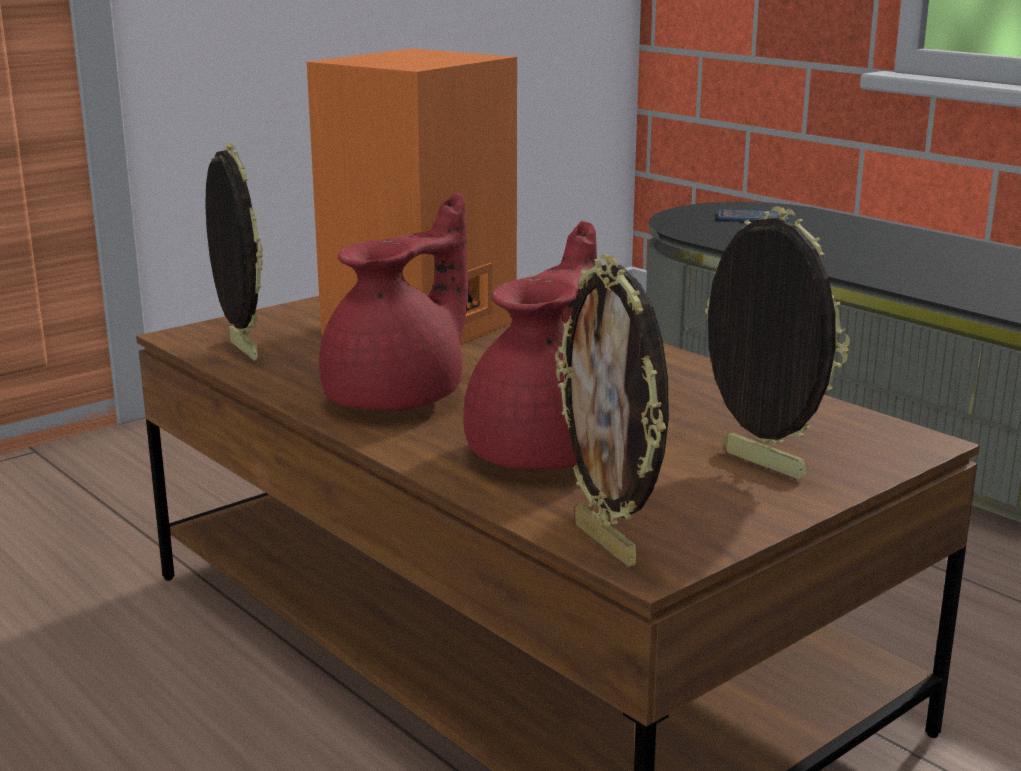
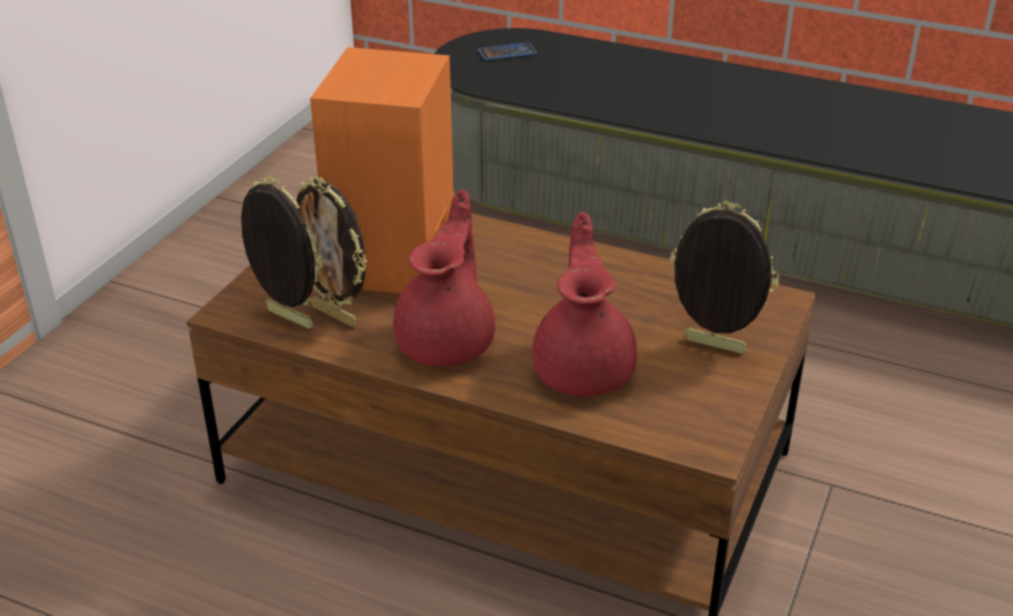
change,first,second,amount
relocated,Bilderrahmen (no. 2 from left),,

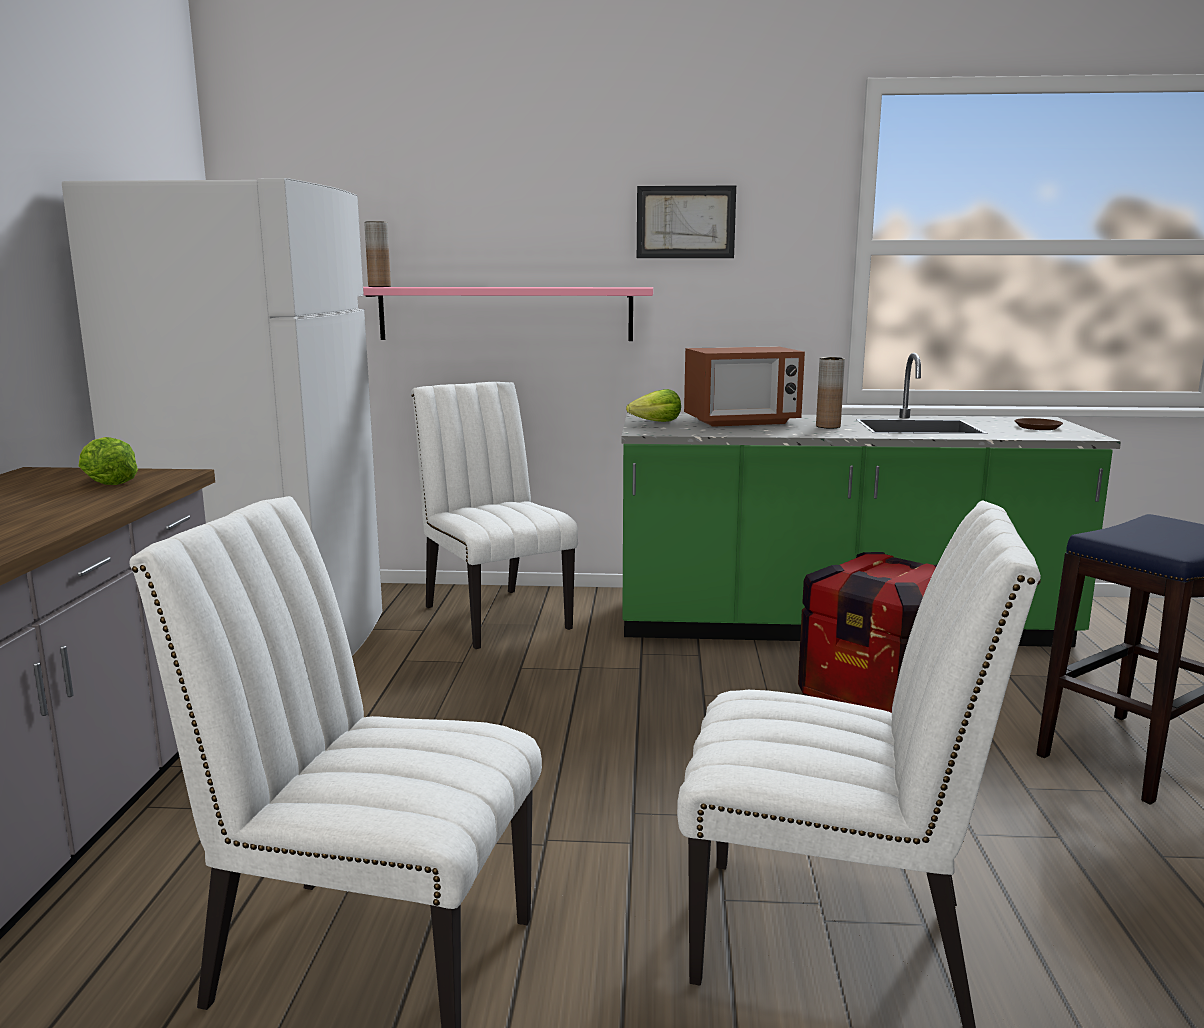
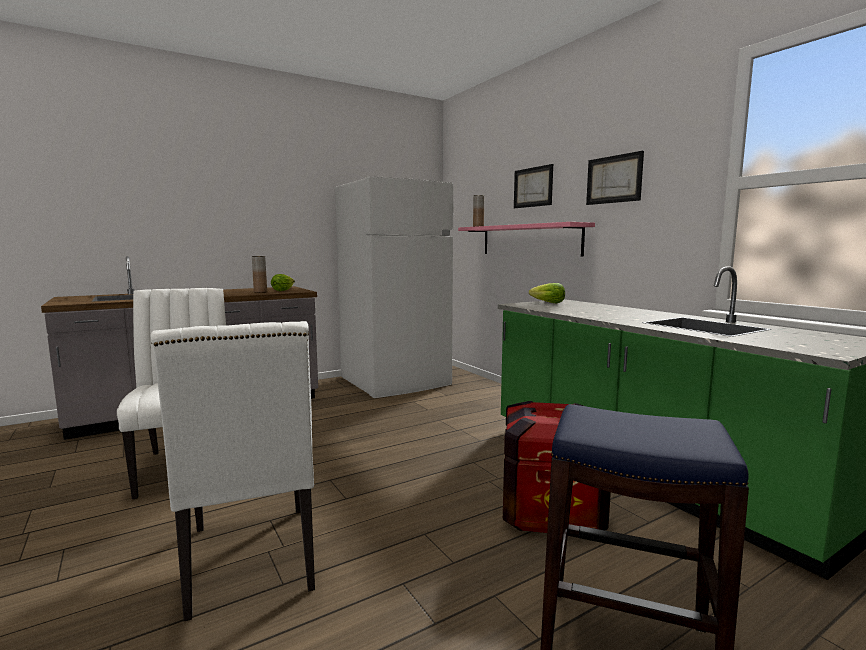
change,first,second,amount
missing,Mikrowelle,,
relocated,Vase (braun) (no. 2 from left in the first image),Vase (braun) (no. 1 from left),
missing,Stuhl (weiß) (no. 2 from left),,
missing,Teller (braun),,
appeared,,Bild (no. 1 from left),

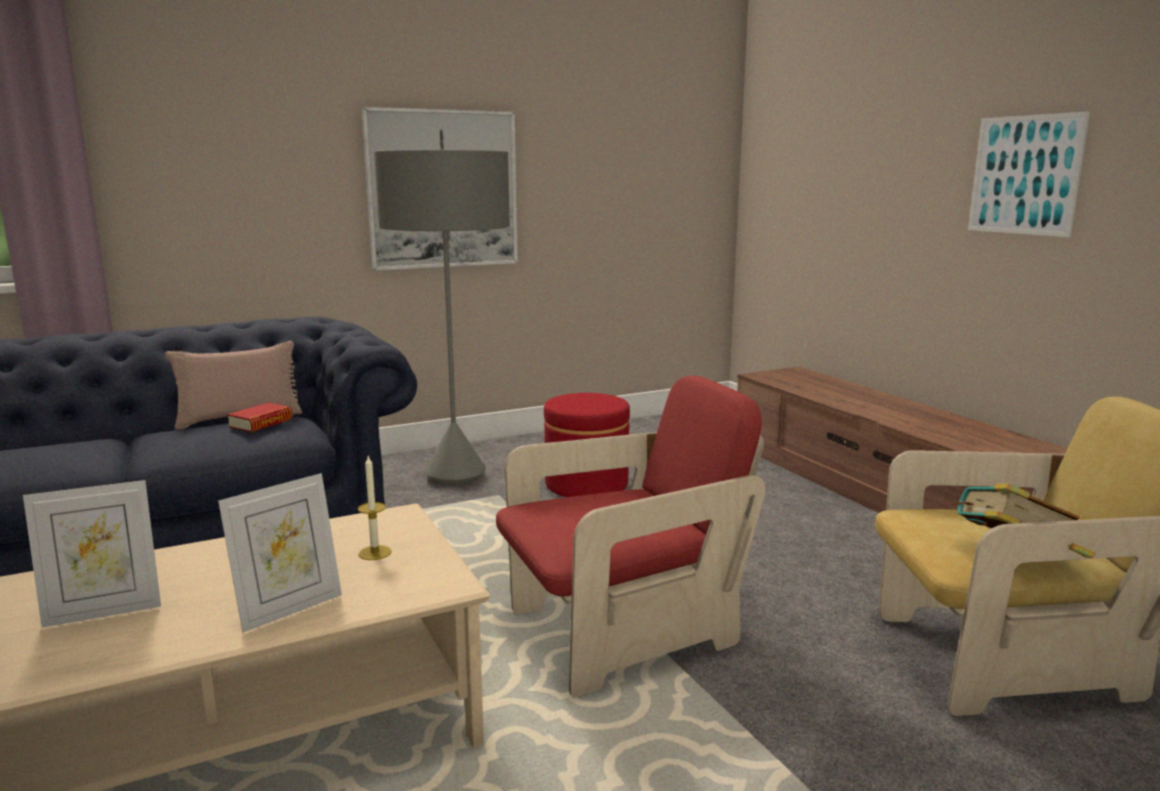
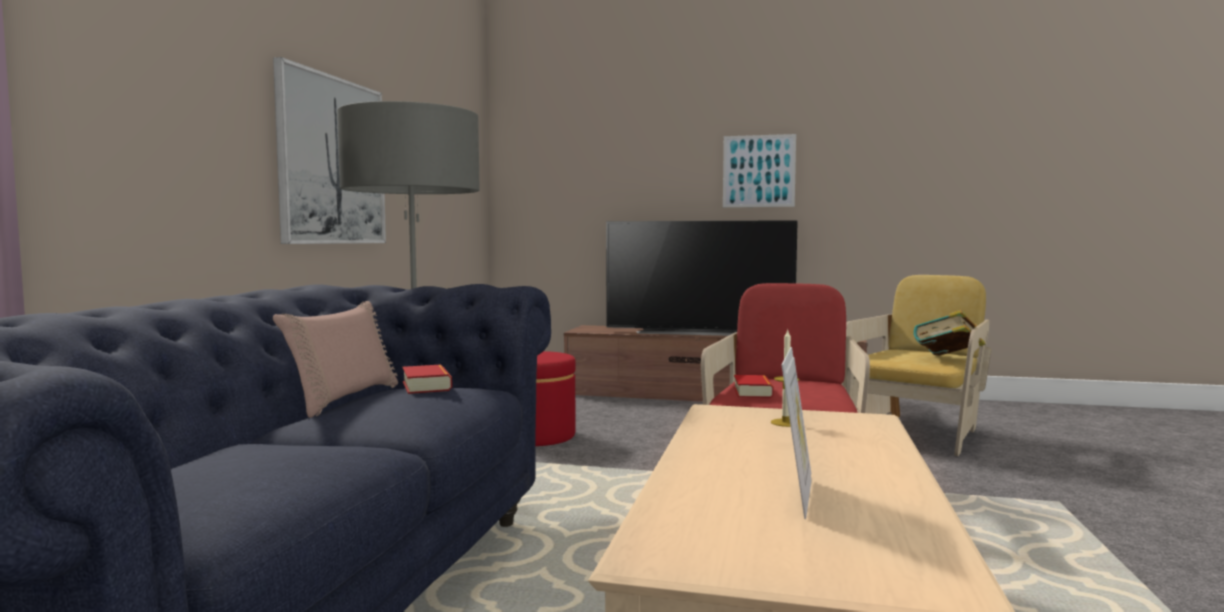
change,first,second,amount
missing,Bilderrahmen (no. 2 from left),,
appeared,,Fernseher,
appeared,,Buch (no. 2 from left),

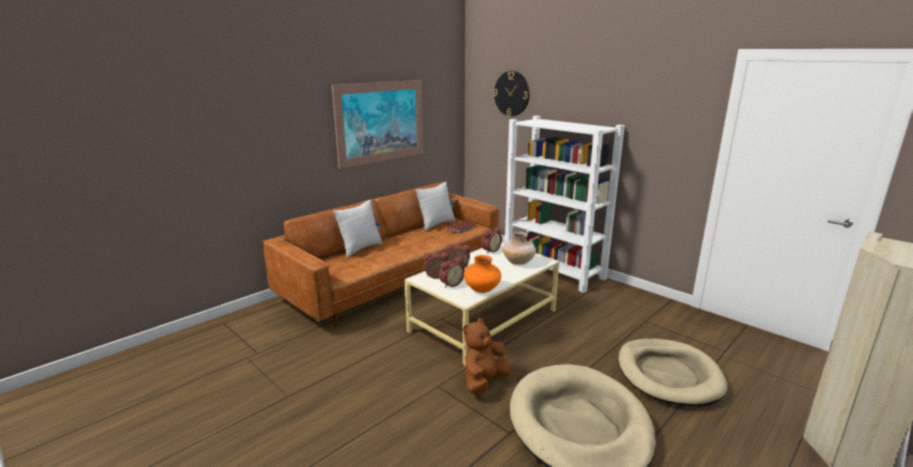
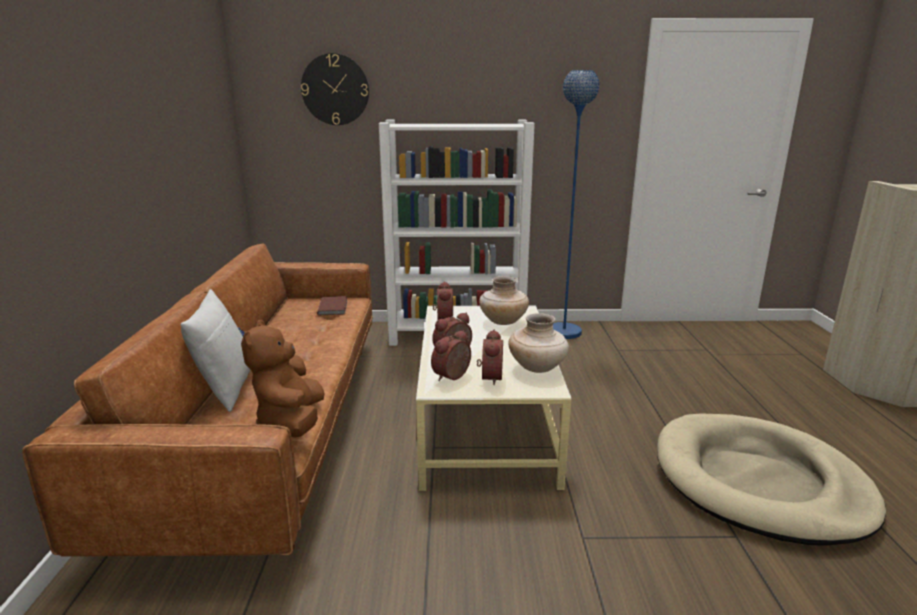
change,first,second,amount
missing,Bild,,
missing,Kissen (grau) (no. 2 from left),,
colour,Vase (orange),Vase (beige) (no. 2 from left),
relocated,Plüschtier (braun),,
missing,Hundebett (beige) (no. 2 from left),,
appeared,,Stehlampe (blau),

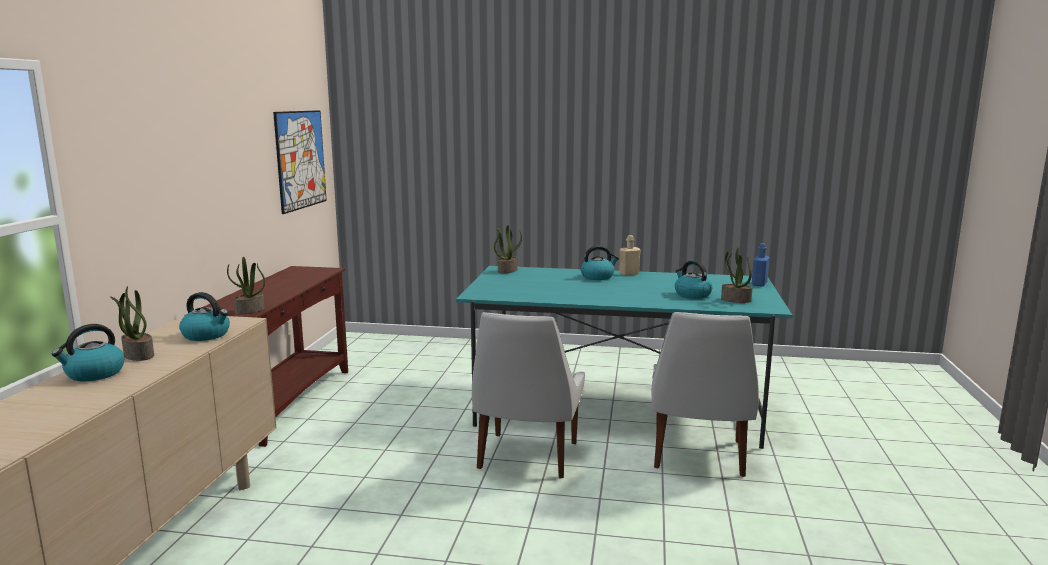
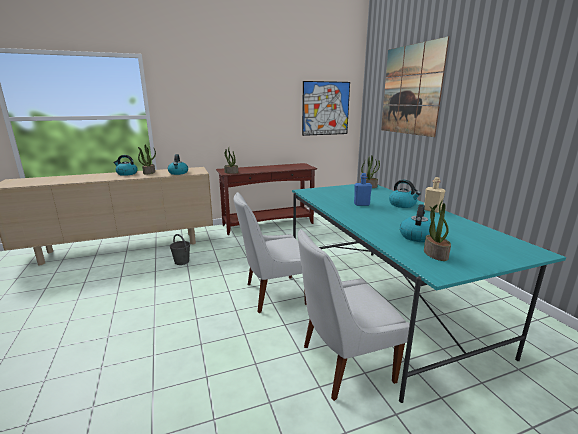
change,first,second,amount
relocated,Flasche (blau),,
appeared,,Bild (no. 2 from left),
appeared,,Eimer (grau),

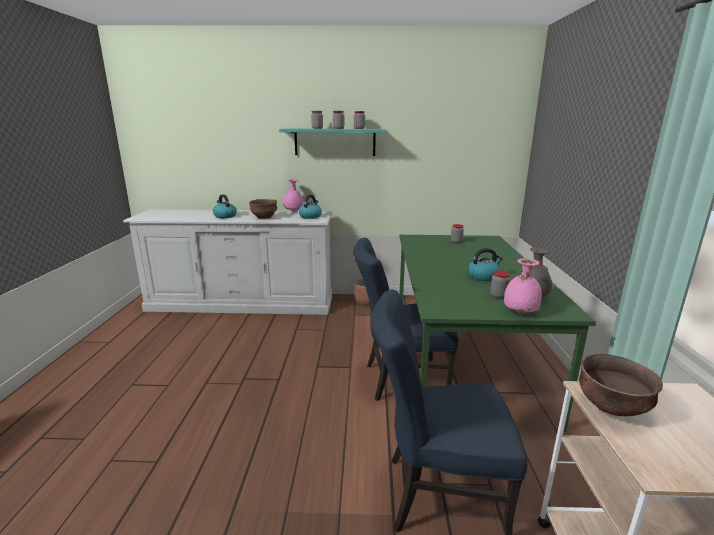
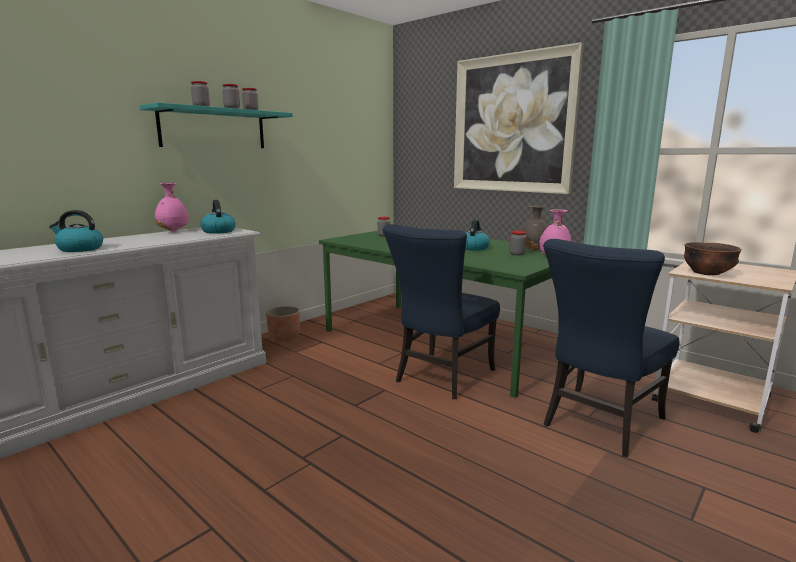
change,first,second,amount
missing,Schüssel (braun) (no. 1 from left),,
appeared,,Bild,

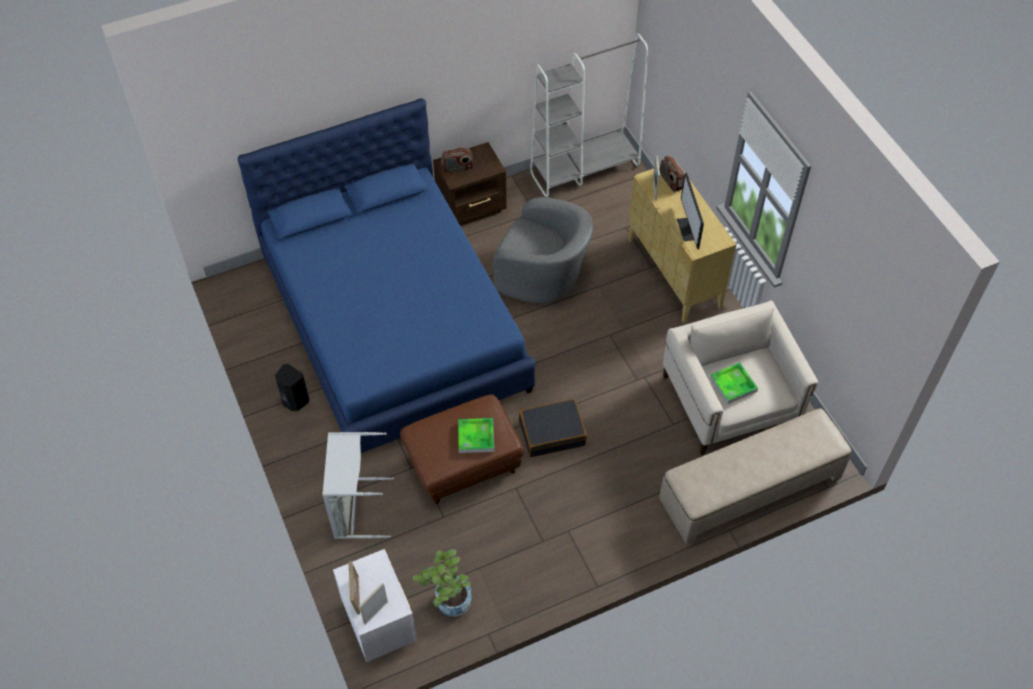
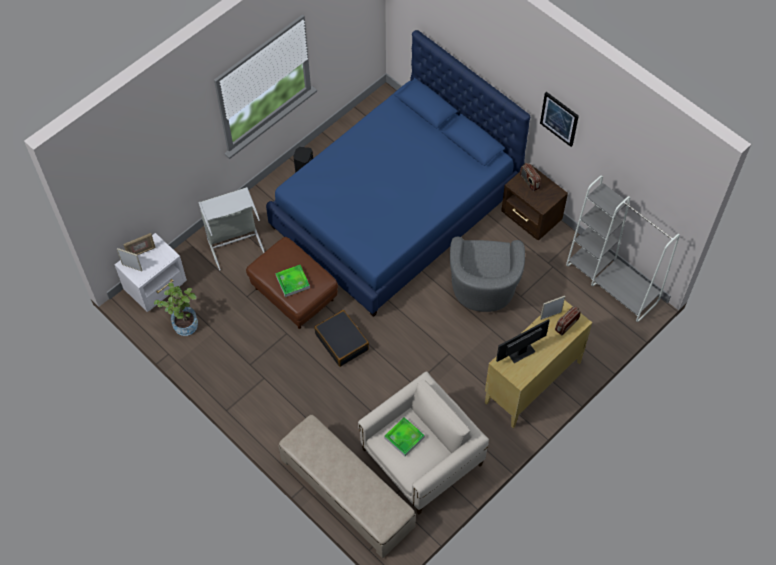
change,first,second,amount
appeared,,Bild,

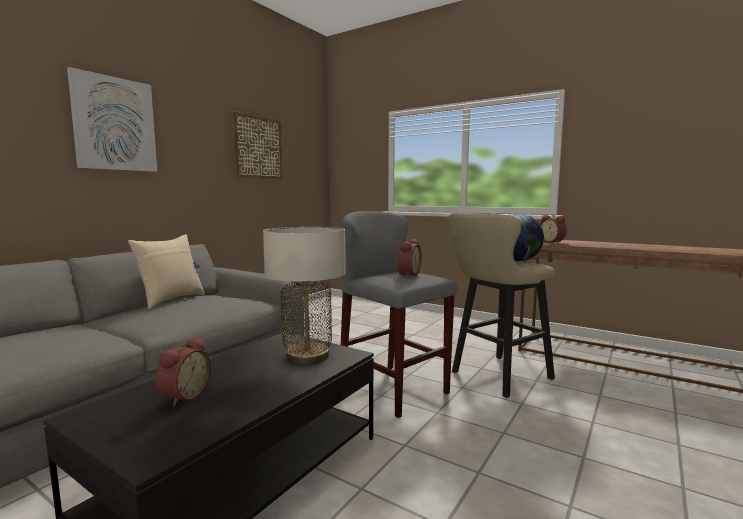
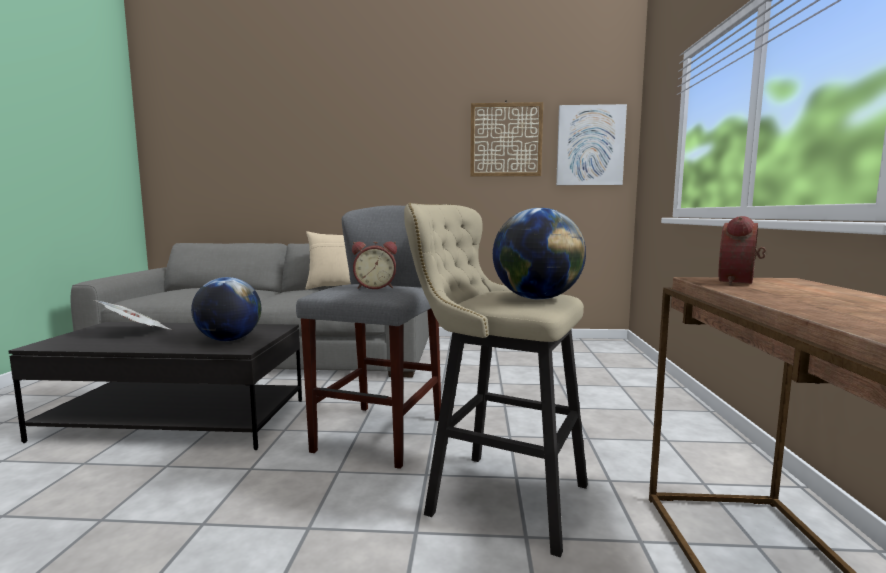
change,first,second,amount
relocated,Bild (no. 1 from left in the first image),Bild (no. 2 from left),
exchanged,Tischlampe,Globus (no. 1 from left),
exchanged,Wecker (no. 1 from left),Zeitung,

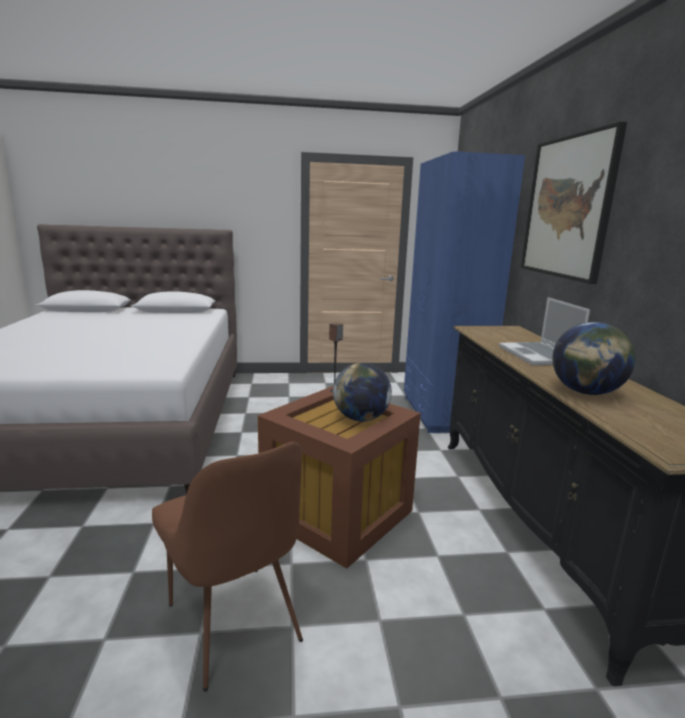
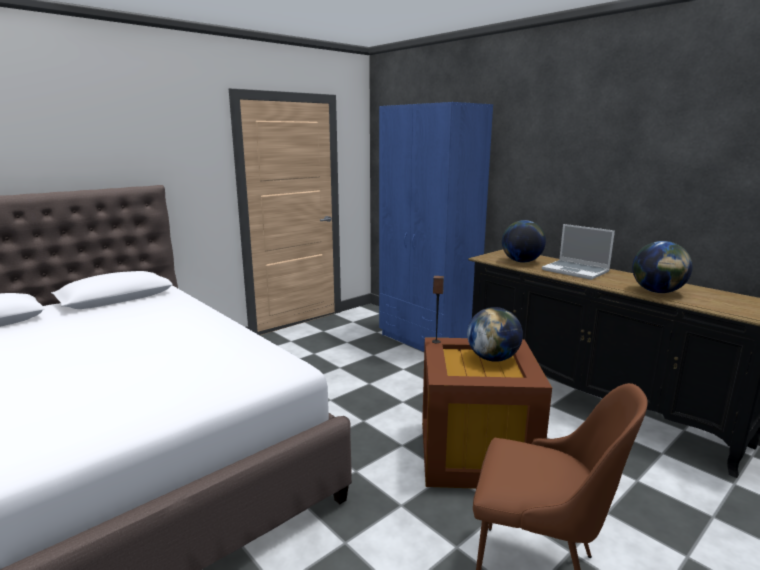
change,first,second,amount
missing,Bild,,
appeared,,Globus (no. 2 from left),

